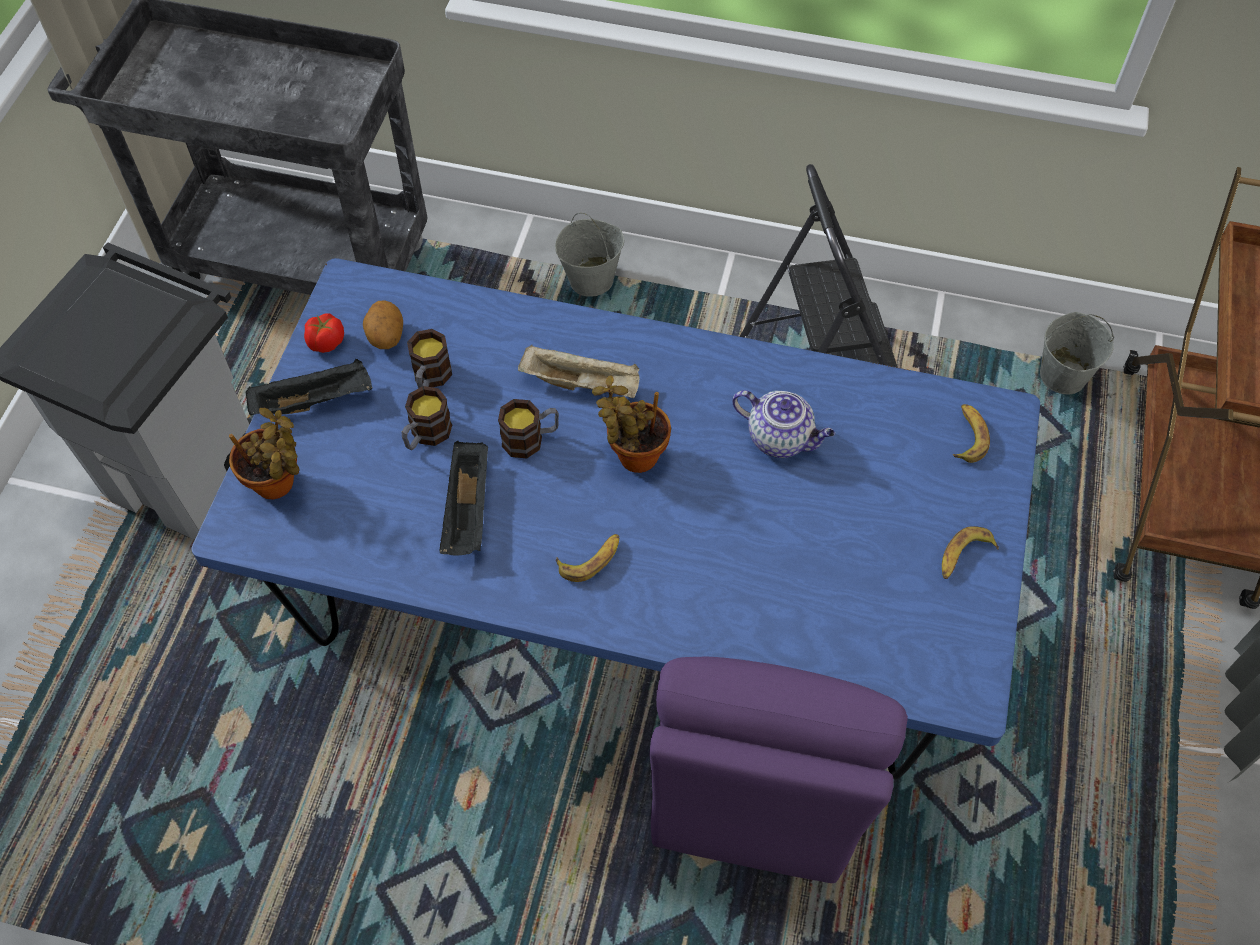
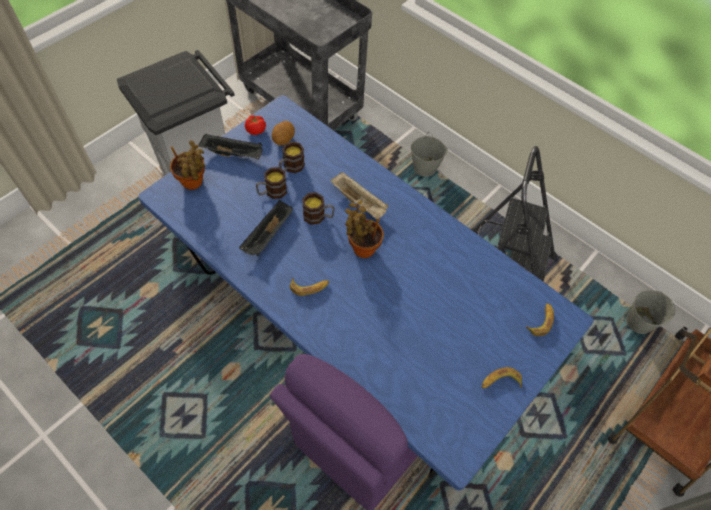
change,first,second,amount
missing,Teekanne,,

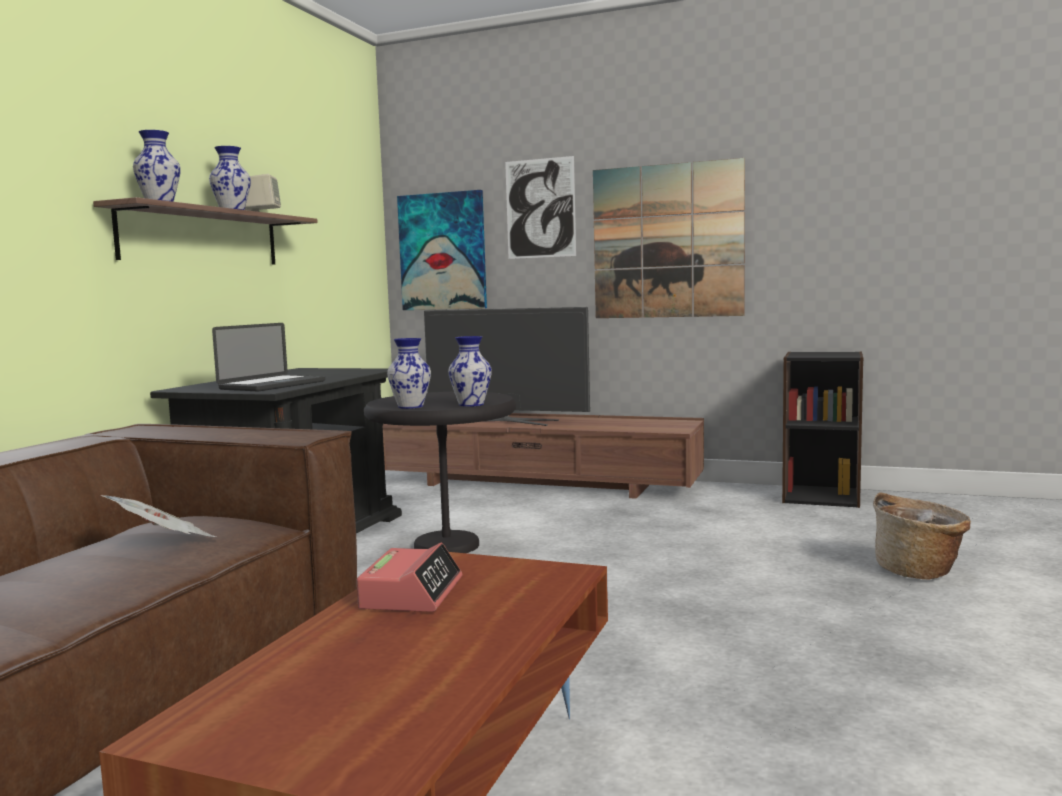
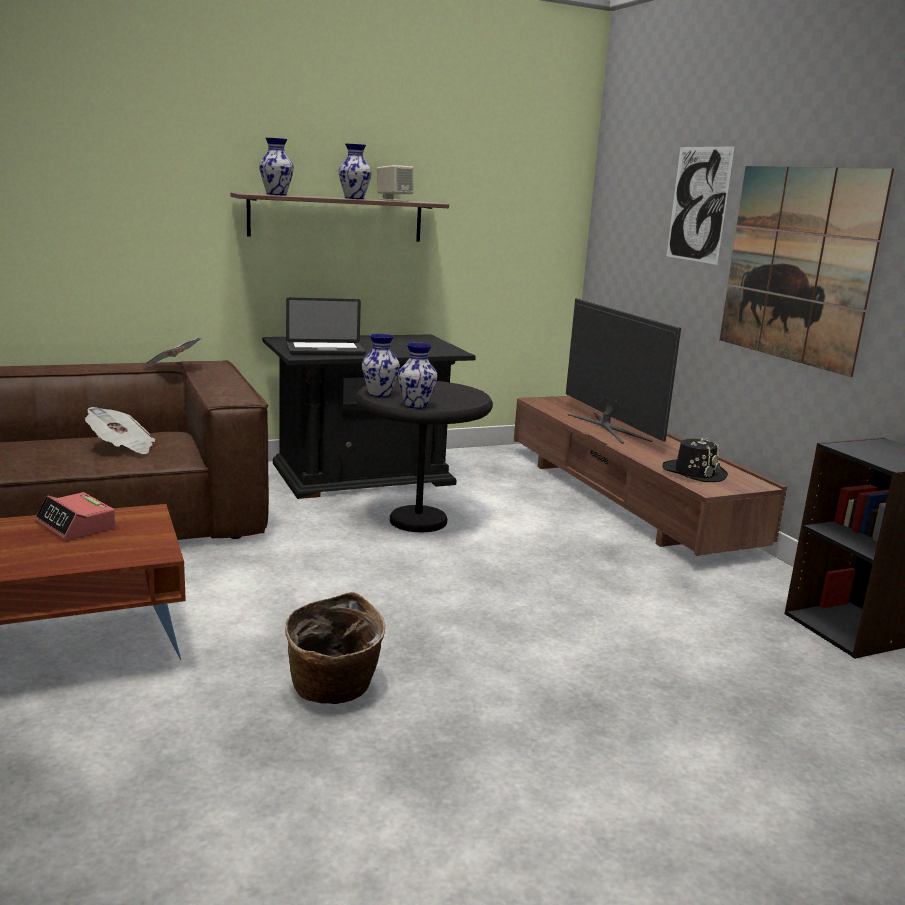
change,first,second,amount
missing,Bild (no. 1 from left),,
relocated,Korb,,
spun,Wecker,,75 degrees clockwise
appeared,,Zeitung (no. 2 from left),
appeared,,Hut (schwarz),

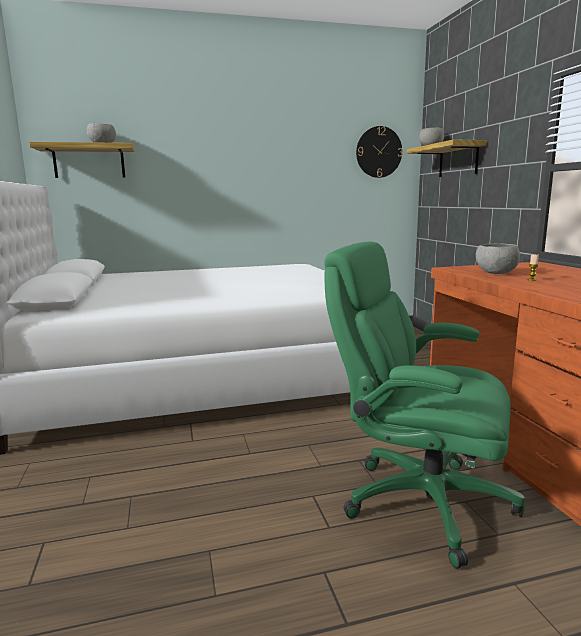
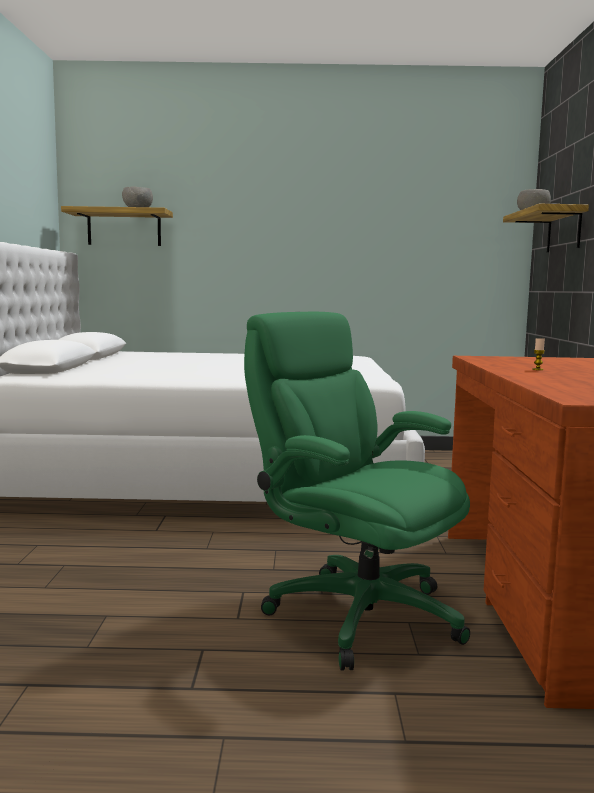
change,first,second,amount
missing,Wanduhr,,
missing,Schüssel (grau) (no. 3 from left),,

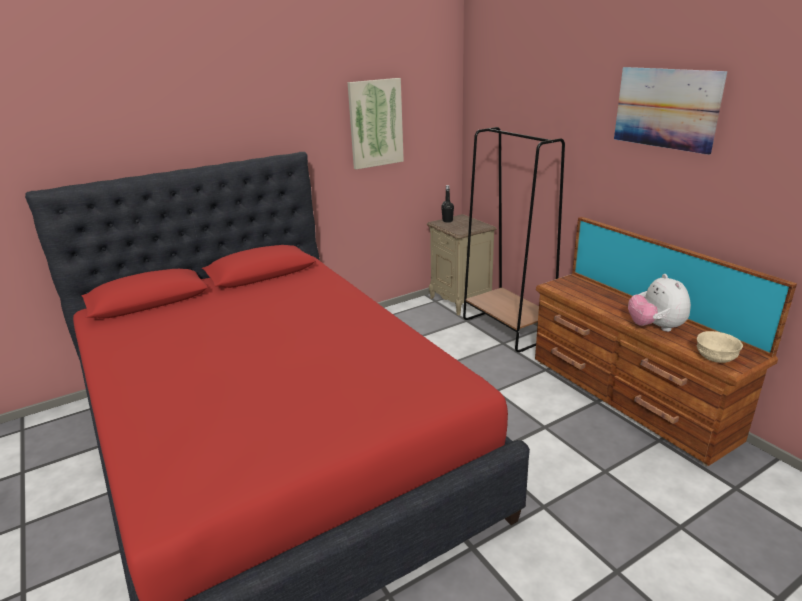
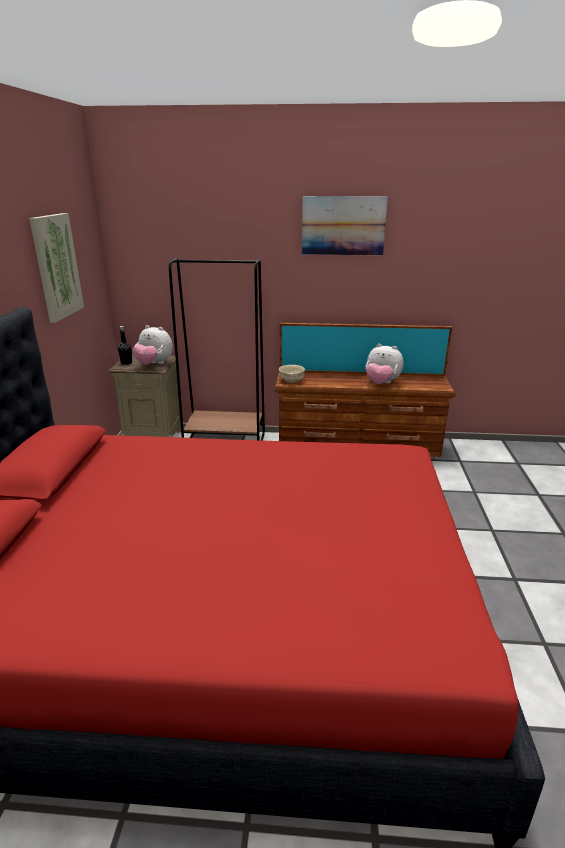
change,first,second,amount
relocated,Schüssel (beige),,
appeared,,Plüschtier (no. 1 from left),

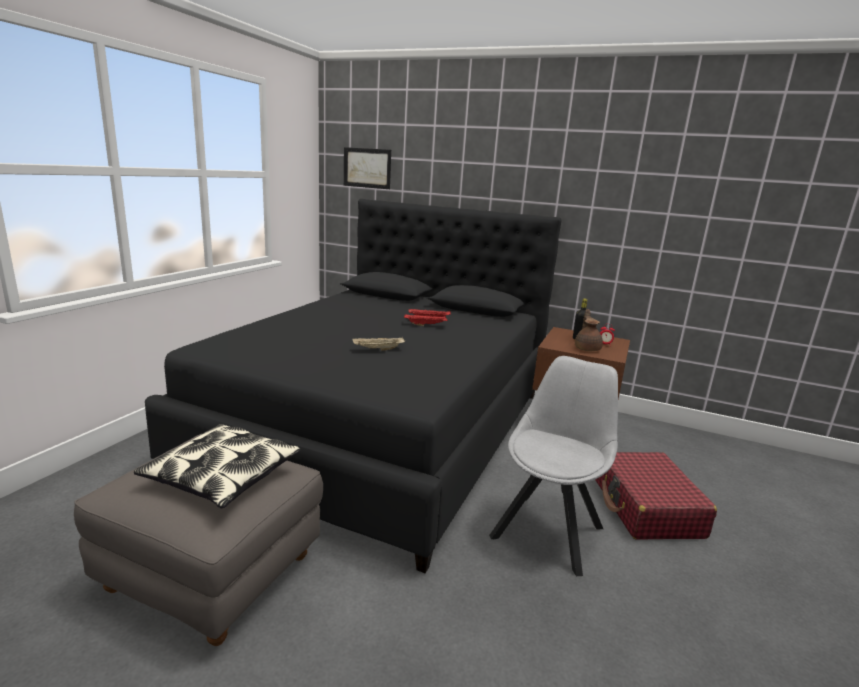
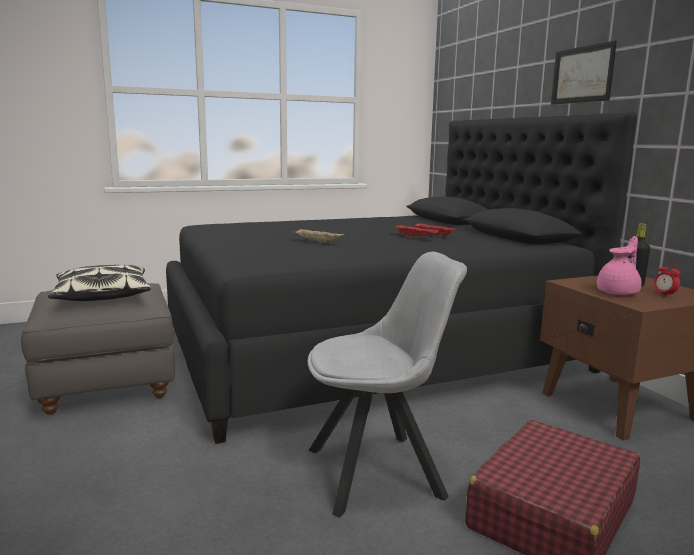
change,first,second,amount
relocated,Bild,,
colour,Teekanne (braun),Teekanne (rosa),

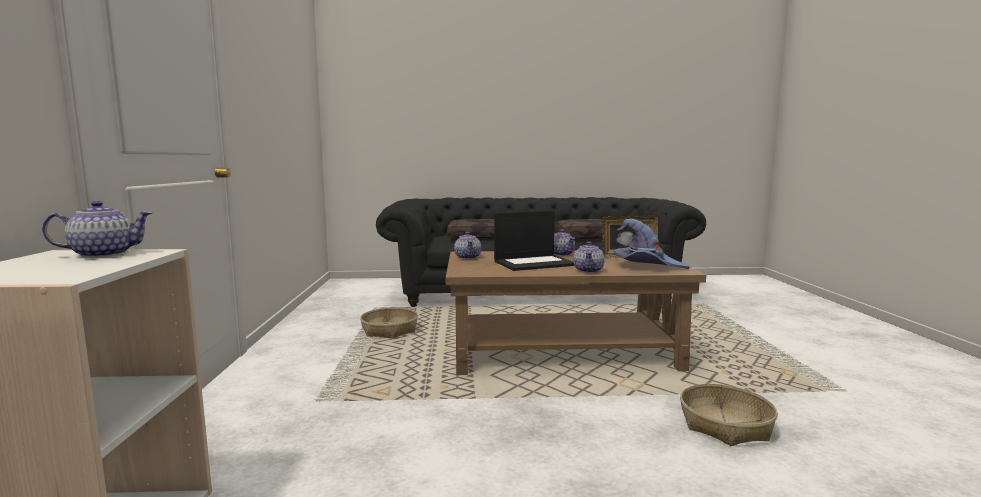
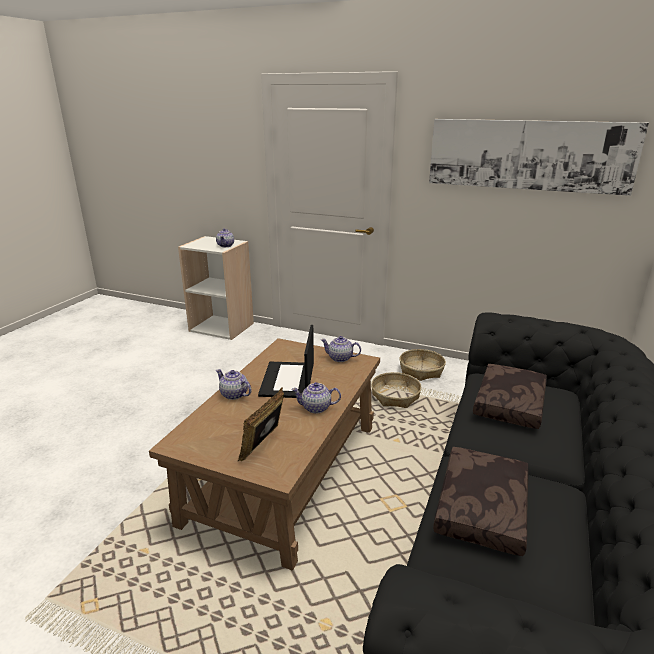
change,first,second,amount
missing,Hut (lila),,
relocated,Korb (no. 2 from left),,
appeared,,Bild,

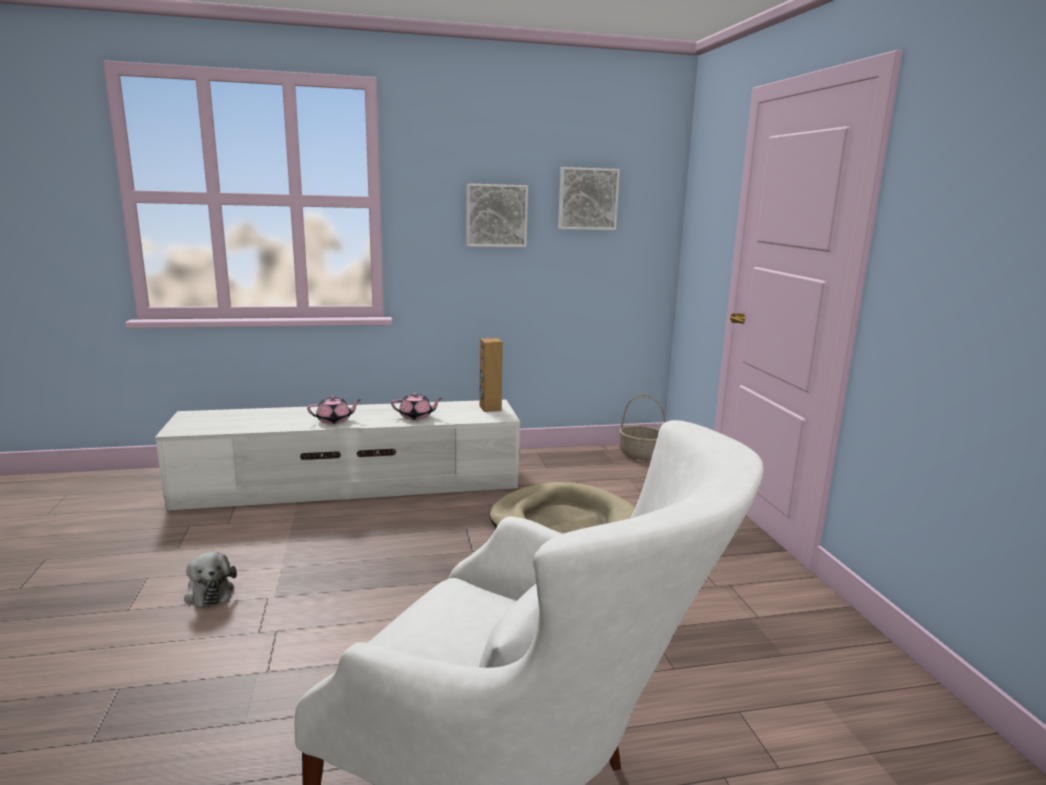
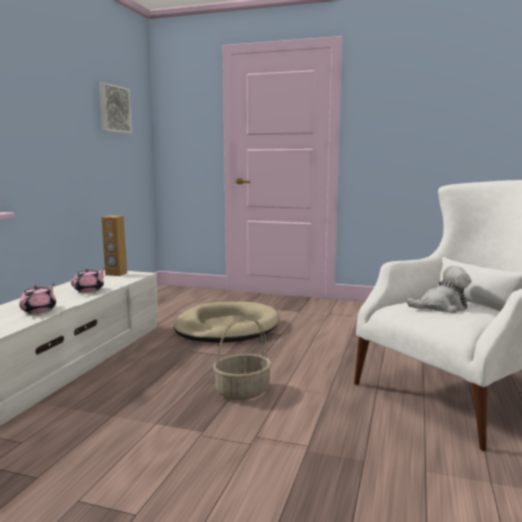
change,first,second,amount
missing,Bild (no. 1 from left),,
relocated,Korb,,
relocated,Plüschtier,,

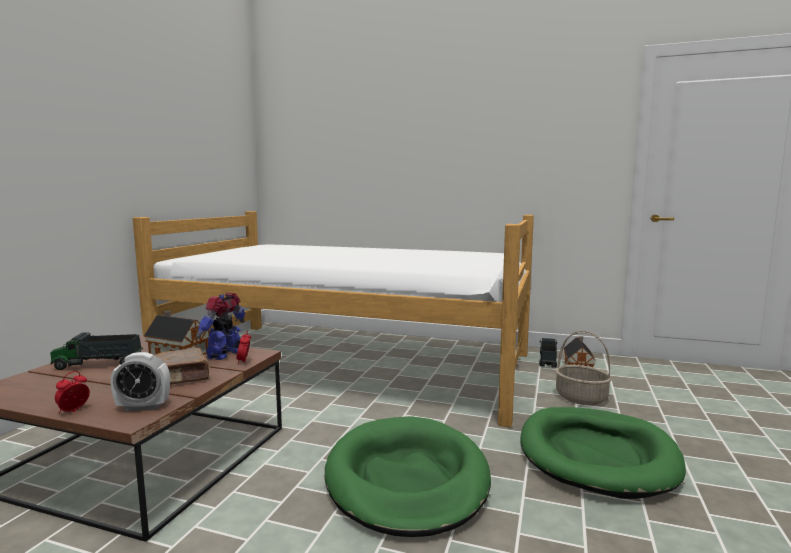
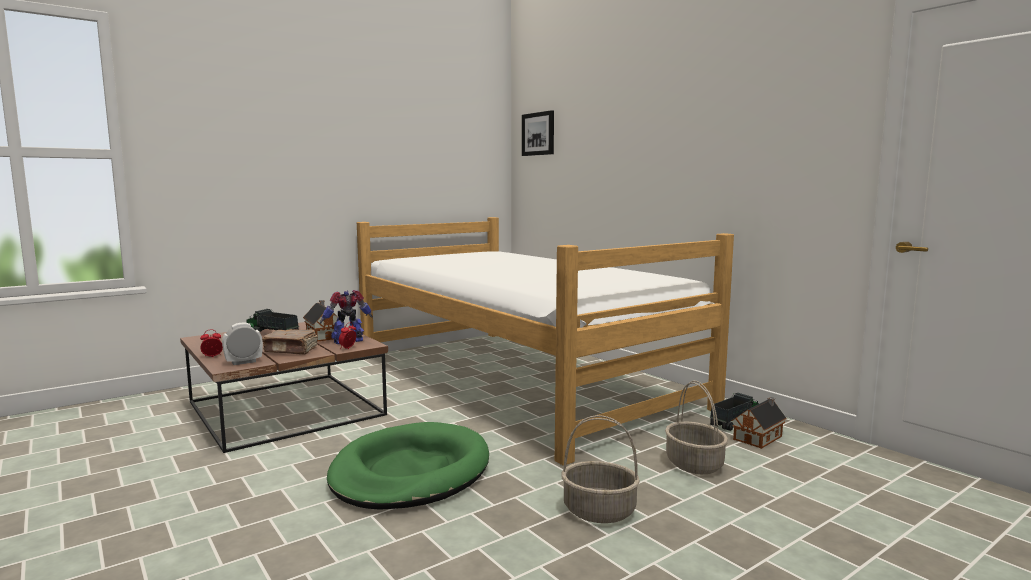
change,first,second,amount
spun,Wecker (no. 2 from left),,120 degrees clockwise
exchanged,Hundebett (grün) (no. 2 from left),Korb (no. 1 from left),
appeared,,Bild,

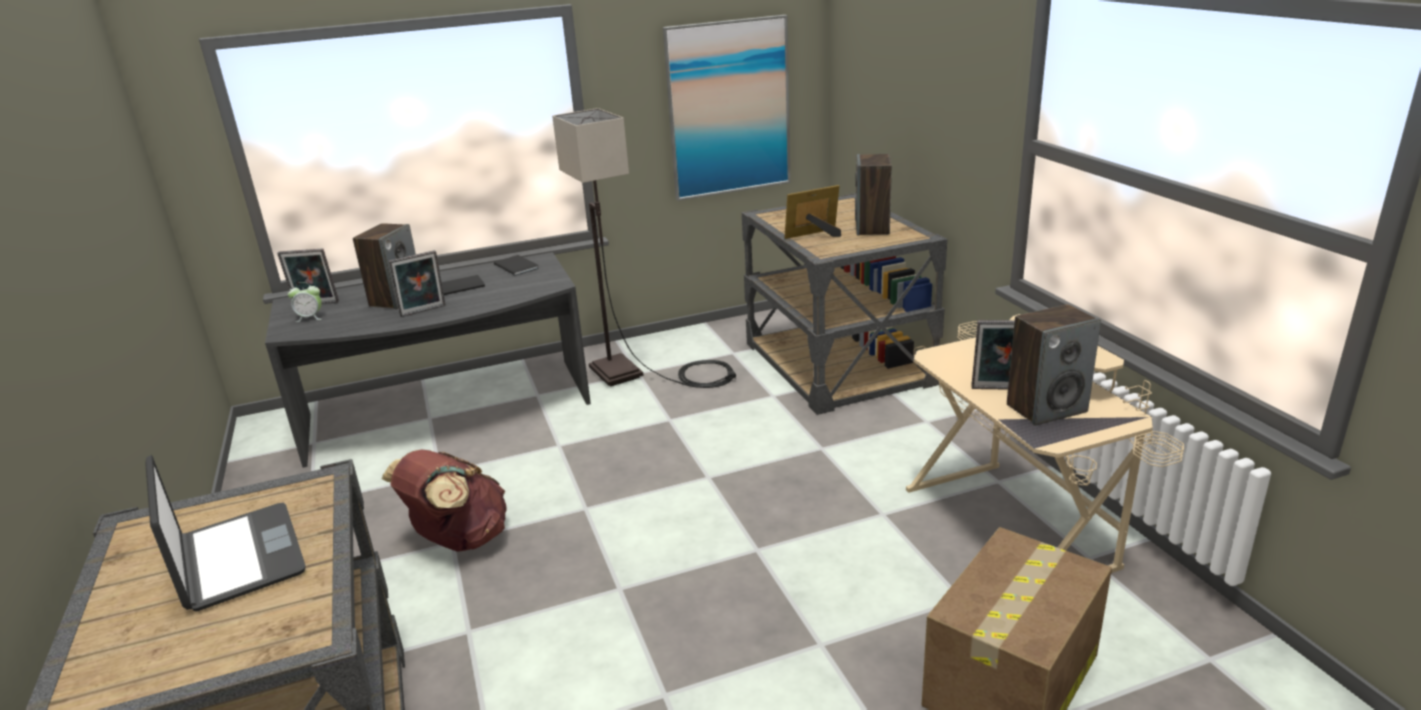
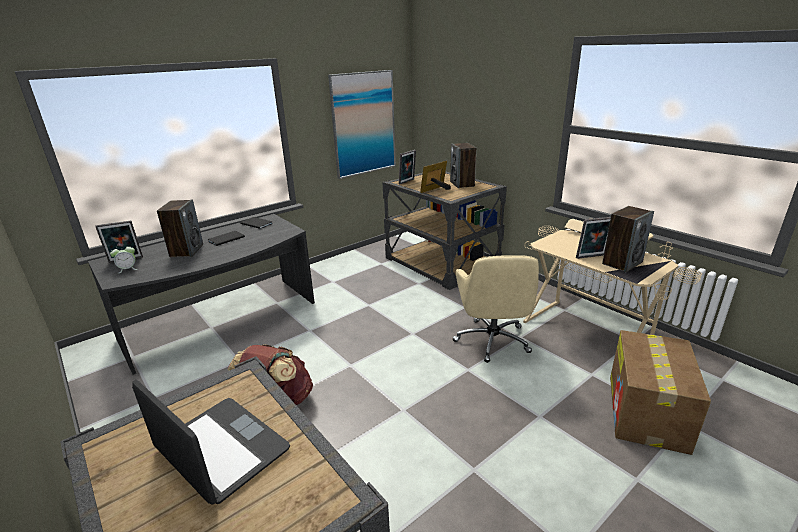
change,first,second,amount
missing,Stehlampe,,
relocated,Bilderrahmen (no. 2 from left),,
appeared,,Bürostuhl (beige),

